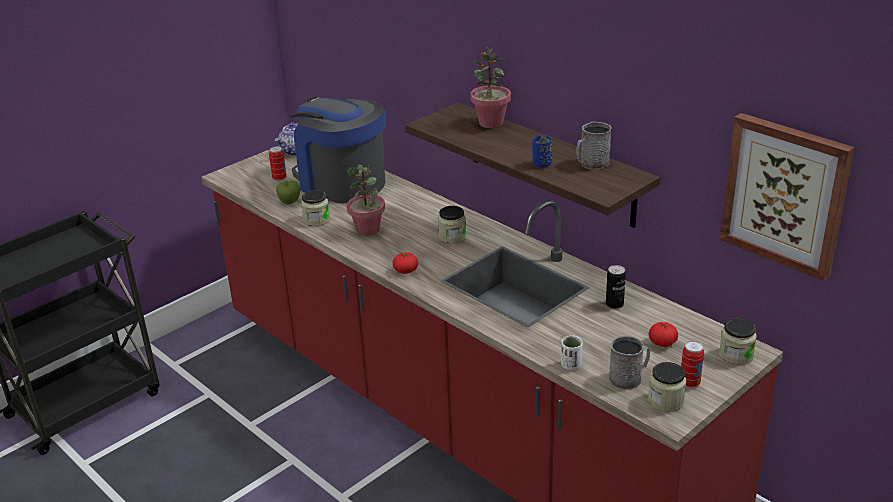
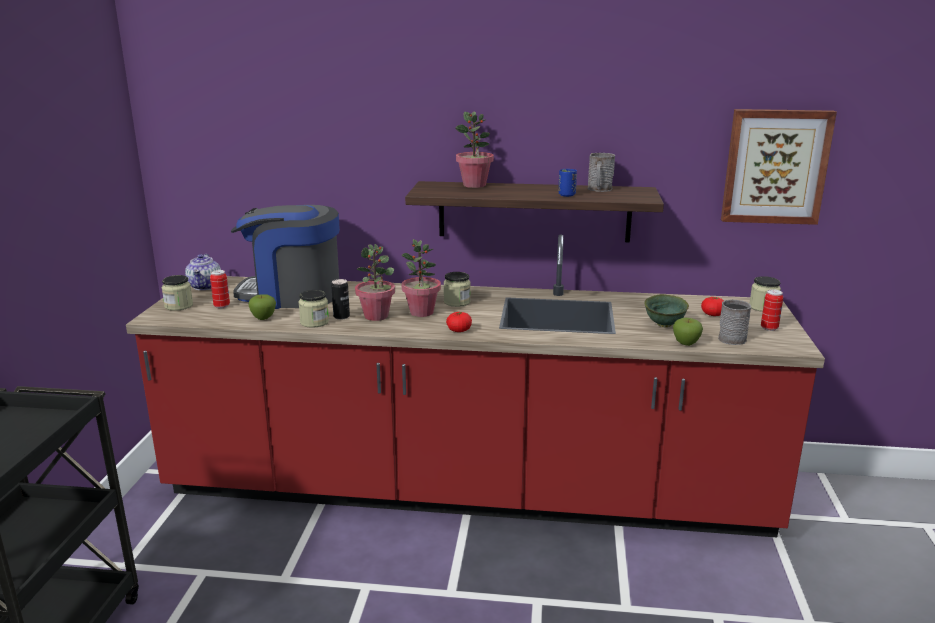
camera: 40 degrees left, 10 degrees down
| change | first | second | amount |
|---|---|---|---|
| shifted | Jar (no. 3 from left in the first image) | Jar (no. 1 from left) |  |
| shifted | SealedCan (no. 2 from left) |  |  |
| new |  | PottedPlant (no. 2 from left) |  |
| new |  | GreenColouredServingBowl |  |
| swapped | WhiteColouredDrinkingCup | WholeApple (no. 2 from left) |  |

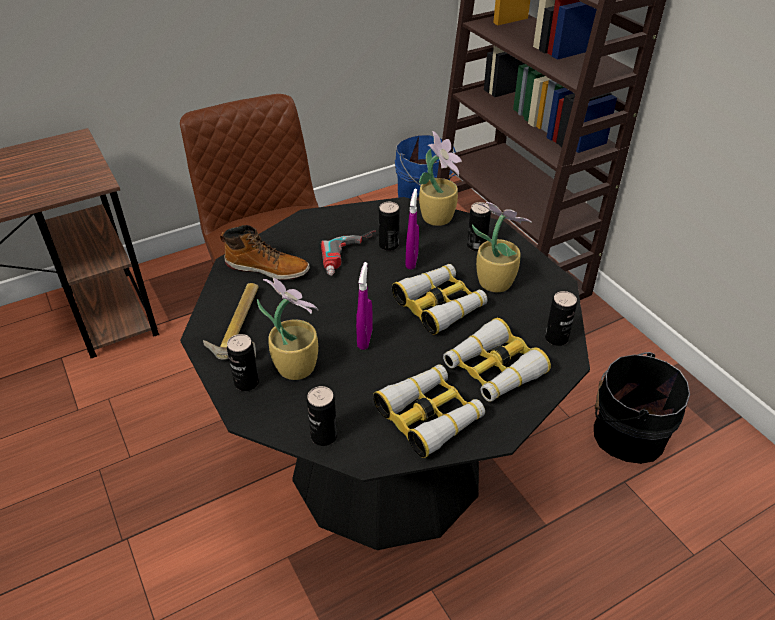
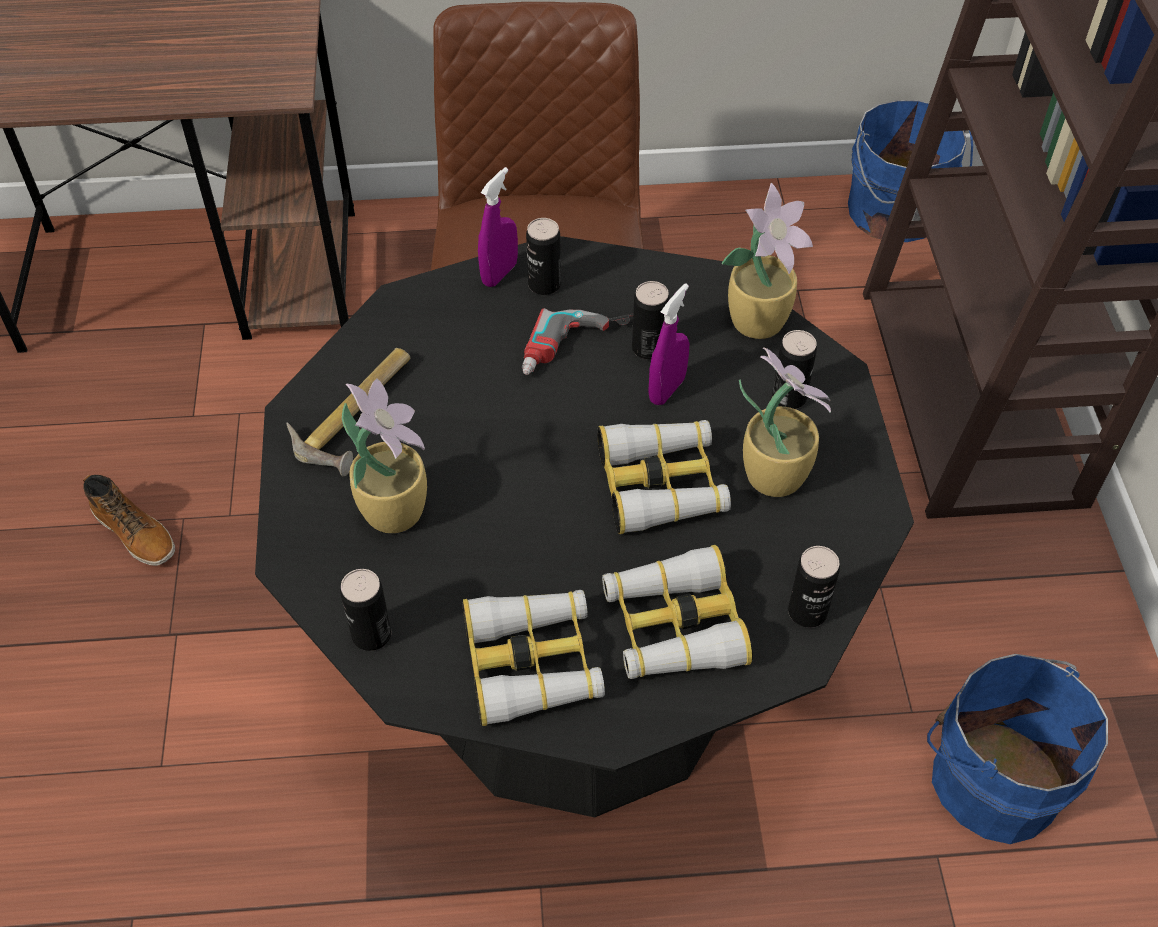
camera: 25 degrees right, 10 degrees up
| change | first | second | amount |
|---|---|---|---|
| shifted | Boot |  |  |
| shifted | PurpleColouredSprayBottle (no. 1 from left) |  |  |
| shifted | SealedCan (no. 1 from left in the first image) | SealedCan (no. 2 from left) |  |
| repainted | BlackishWaterBucket | BlueWaterBucket (no. 2 from left) |  |

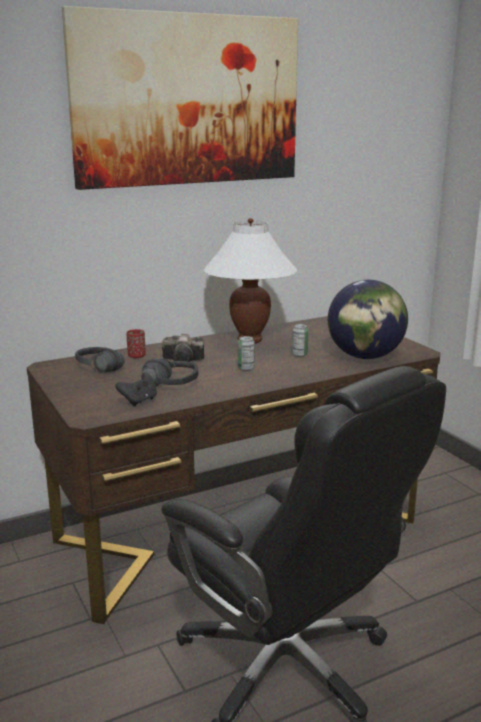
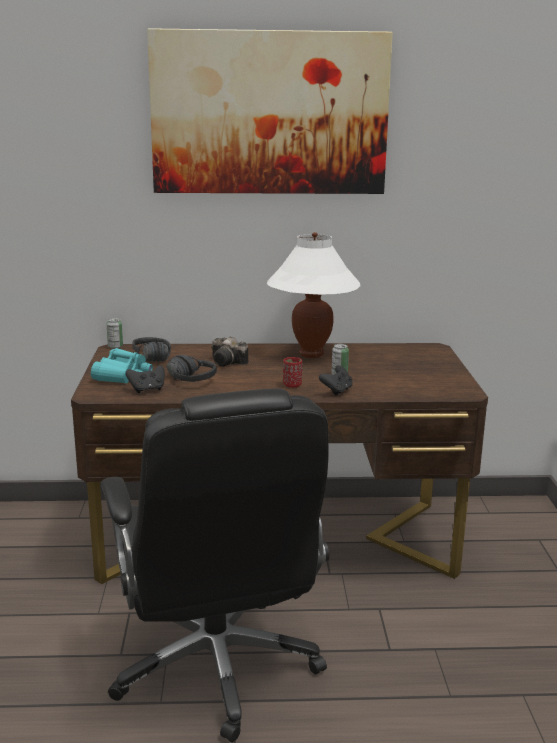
camera: 25 degrees right, 0 degrees up
| change | first | second | amount |
|---|---|---|---|
| new |  | TurquoiseColouredPairOfBinoculars |  |
| shifted | SealedCan (no. 1 from left) |  |  |
| shifted | ReddishDrinkingCup |  |  |
| new |  | BlackishGameController (no. 2 from left) |  |
| gone | WorldGlobe |  |  |

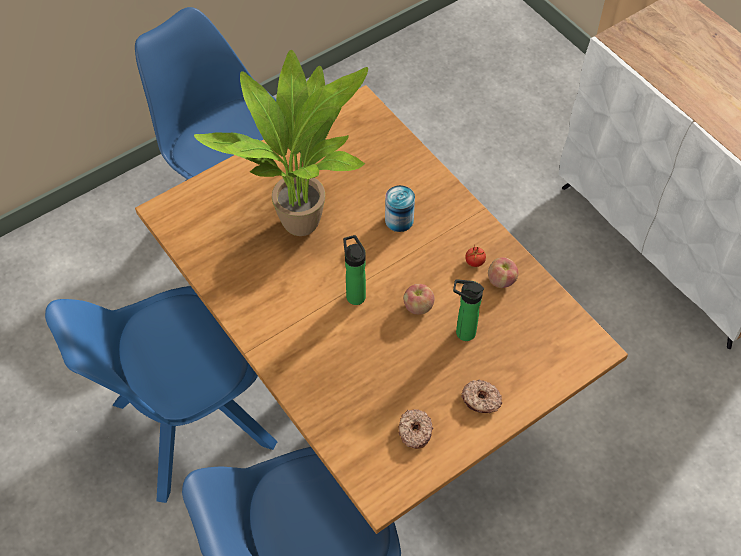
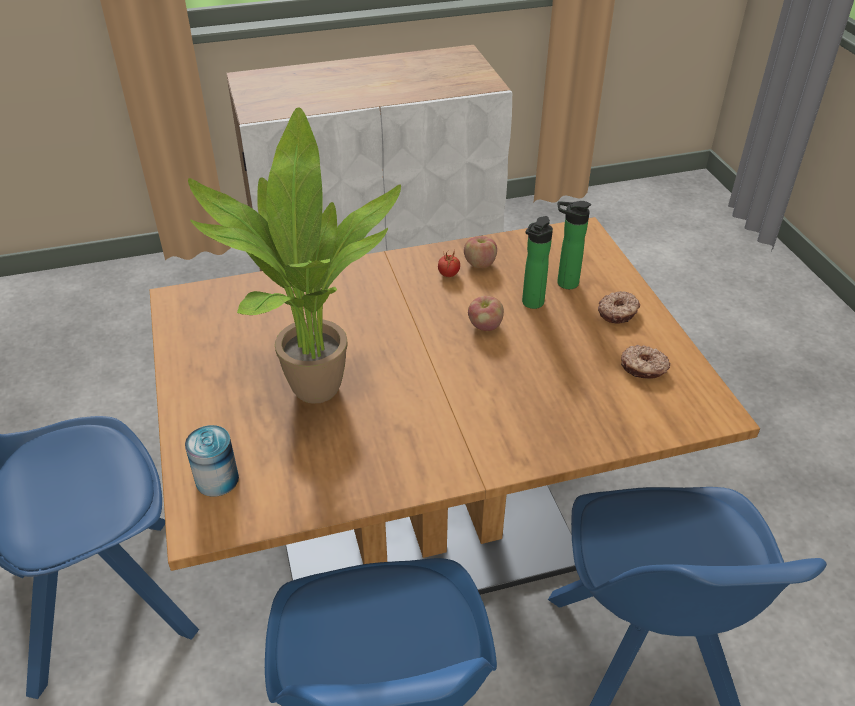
camera: 70 degrees left, 15 degrees down
| change | first | second | amount |
|---|---|---|---|
| shifted | SealedCan |  |  |
| shifted | Bottle (no. 1 from left in the first image) | Bottle (no. 2 from left) |  |

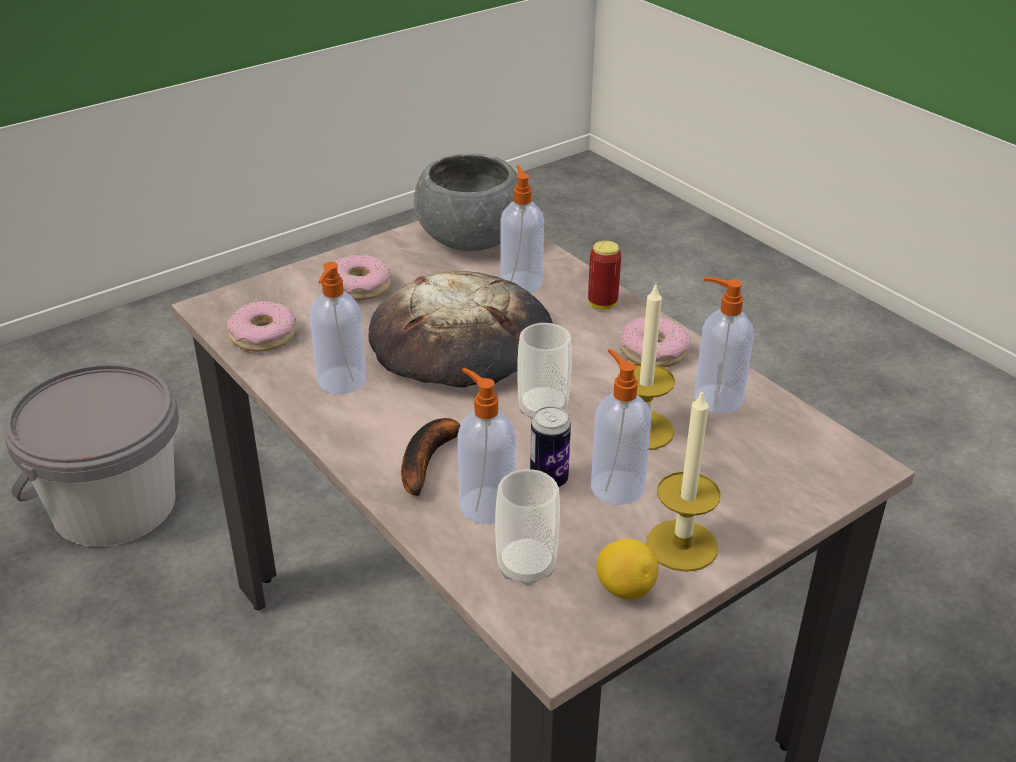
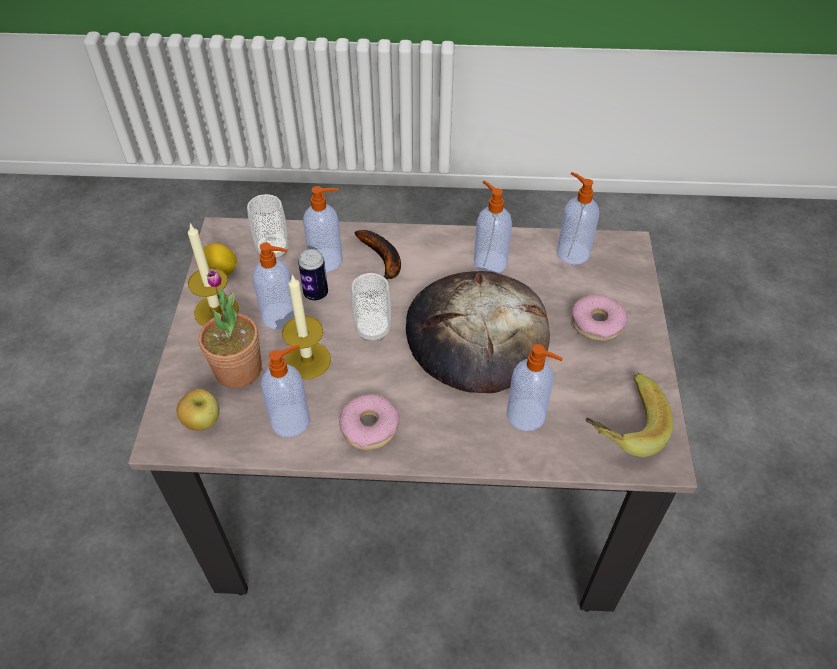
camera: 130 degrees right, 15 degrees up
| change | first | second | amount |
|---|---|---|---|
| new |  | WholeApple |  |
| new |  | PottedPlant |  |
| swapped | RingDoughnut (no. 1 from left) | LiquidSoapBottle (no. 6 from left) |  |
| swapped | GreyServingBowl | WholeBanana (no. 2 from left) |  |
| gone | GreyWaterBucket |  |  |
| gone | SealedCan (no. 2 from left) |  |  |

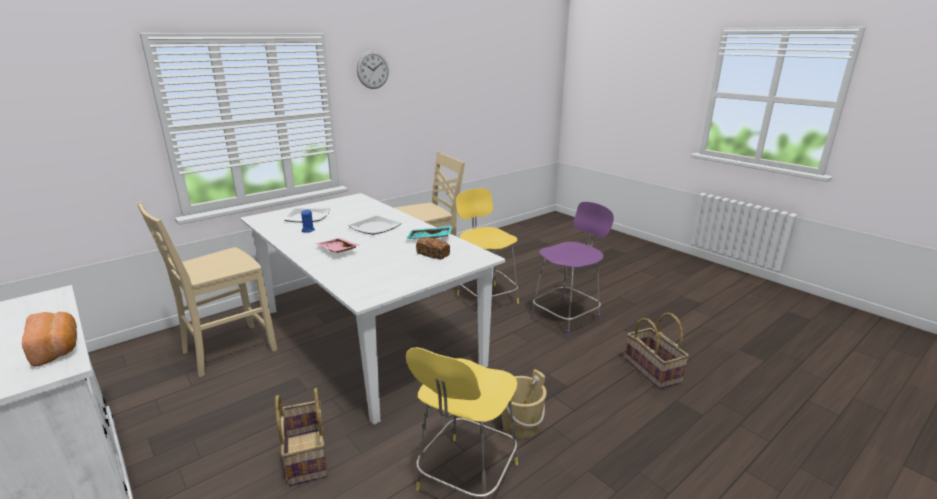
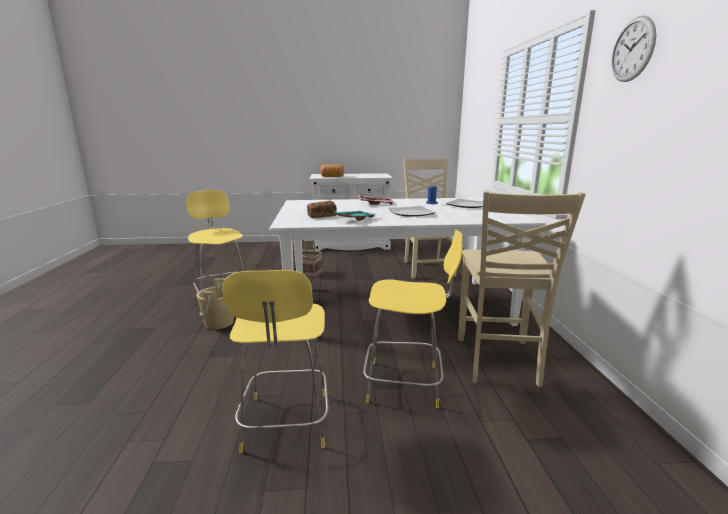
camera: 125 degrees right, 5 degrees down
| change | first | second | amount |
|---|---|---|---|
| repainted | PurpleColouredStool | YellowStool (no. 2 from left) |  |
| gone | HouseholdBasket (no. 2 from left) |  |  |

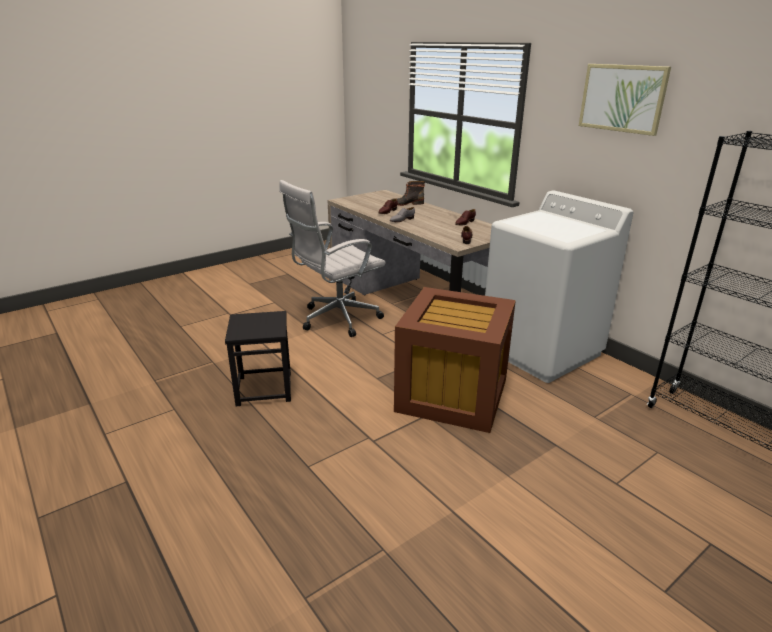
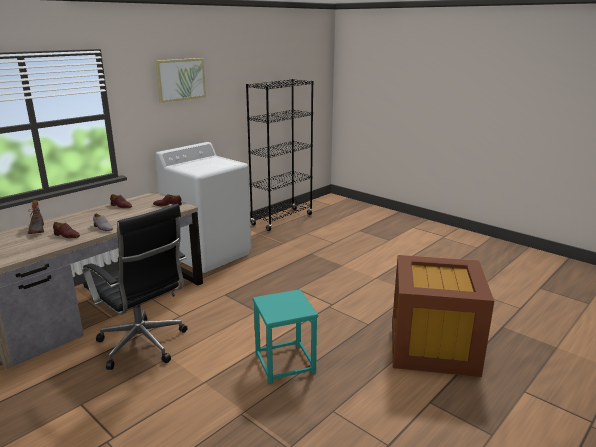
camera: 100 degrees left, 5 degrees down
| change | first | second | amount |
|---|---|---|---|
| repainted | WhiteColouredComputerChair | BlackishComputerChair |  |
| repainted | BlackishStool | TurquoiseColouredStool |  |
| shifted | BrownishStorageBin |  |  |

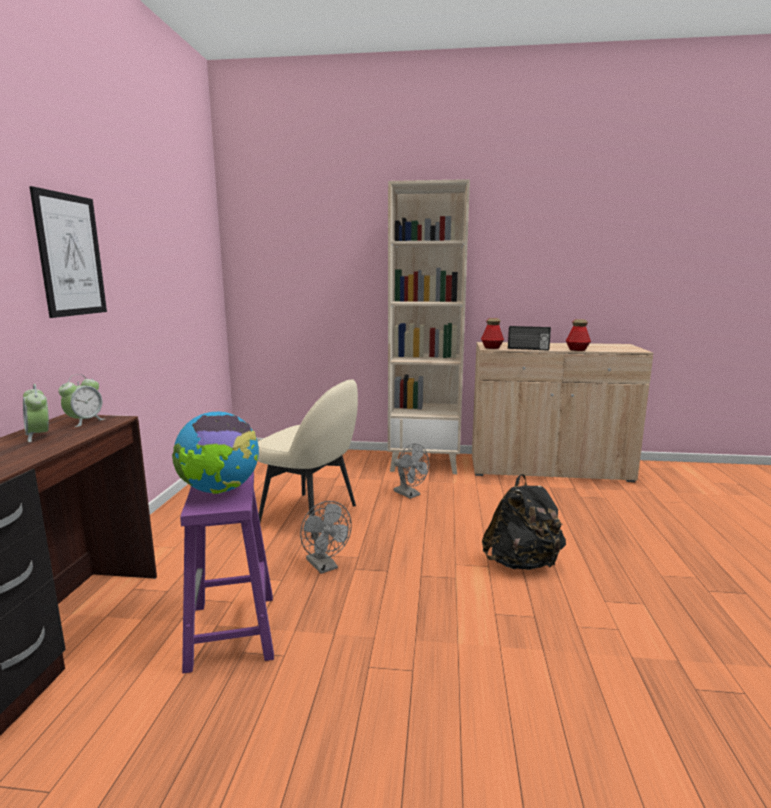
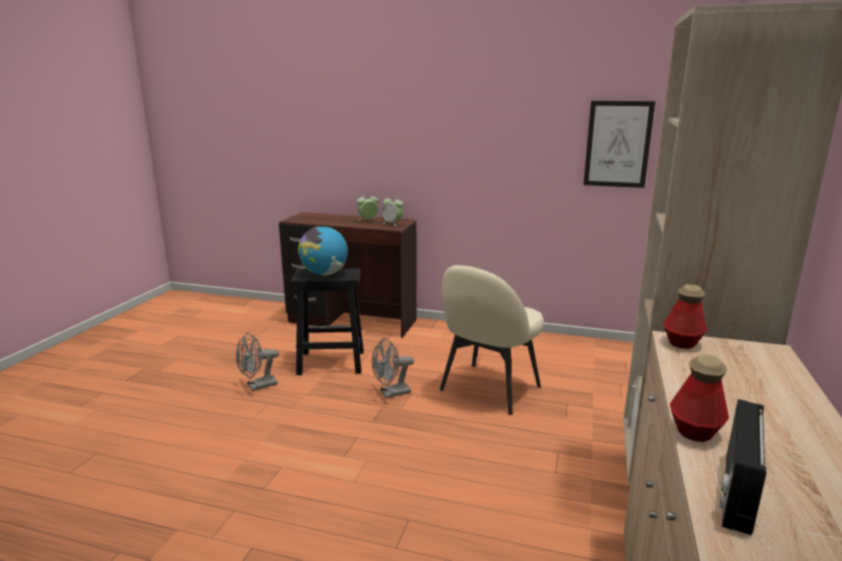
camera: 100 degrees right, 5 degrees up
| change | first | second | amount |
|---|---|---|---|
| shifted | GreyFan (no. 2 from left in the first image) | GreyFan (no. 1 from left) |  |
| repainted | PurpleColouredStool | BlackishStool |  |
| shifted | WallArt |  |  |
| shifted | RadioSet |  |  |
| gone | BlackishKnapsack |  |  |

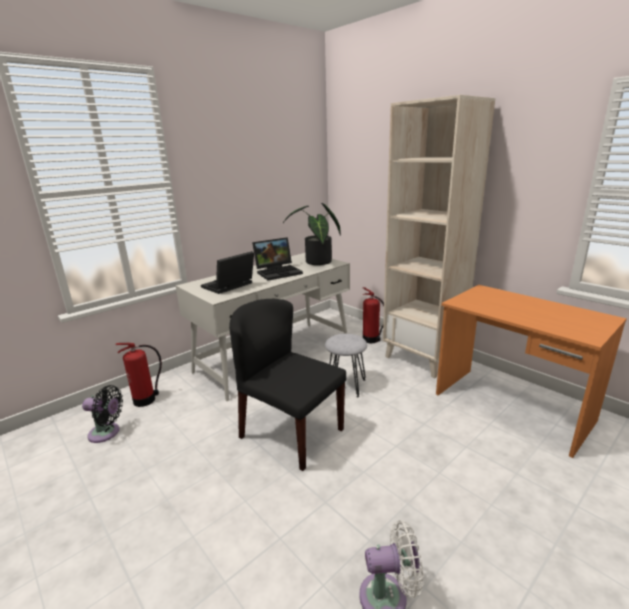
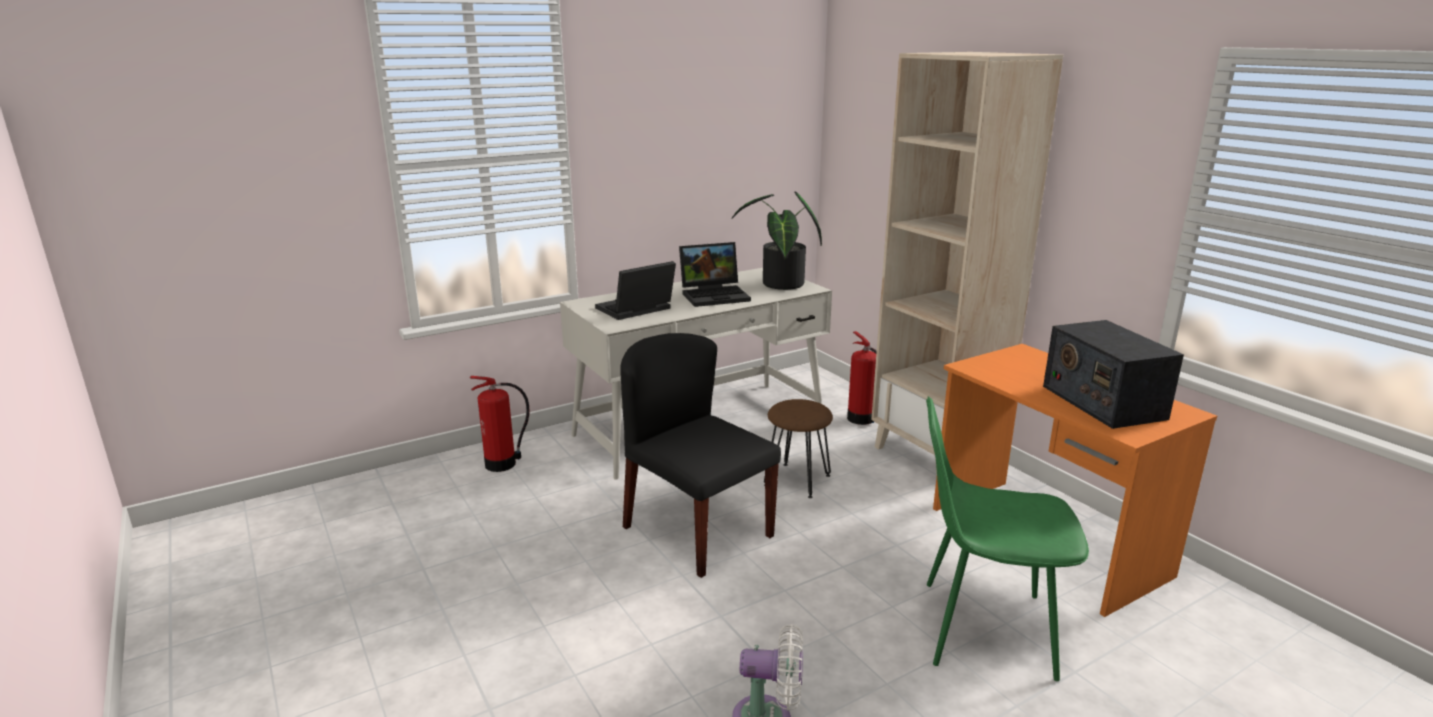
camera: 10 degrees right, 0 degrees up
| change | first | second | amount |
|---|---|---|---|
| repainted | GreyStool | BrownishStool |  |
| new |  | GreenColouredChair |  |
| new |  | RadioSet |  |
| gone | BlackishFan |  |  |

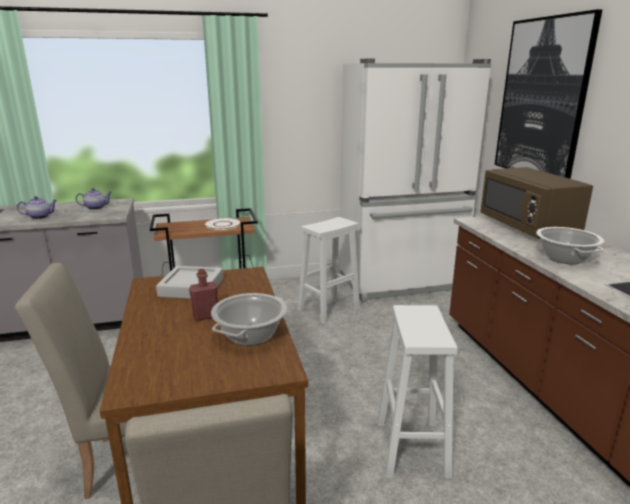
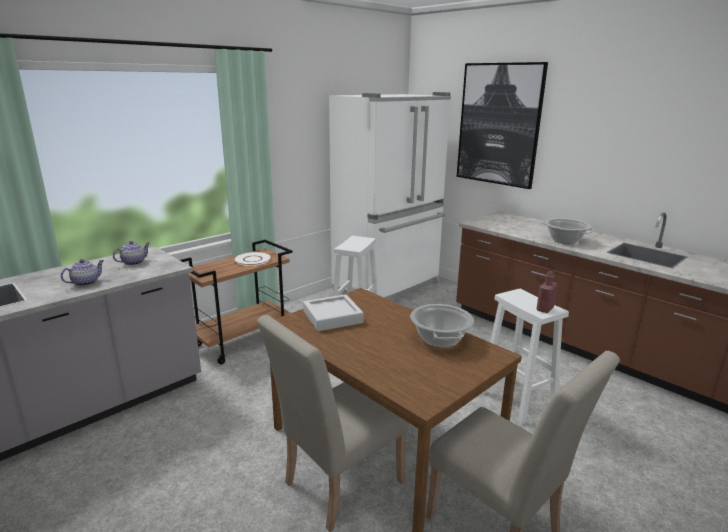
camera: 30 degrees left, 0 degrees up
| change | first | second | amount |
|---|---|---|---|
| shifted | ReddishBottle |  |  |
| gone | BrownishMicrowave |  |  |

